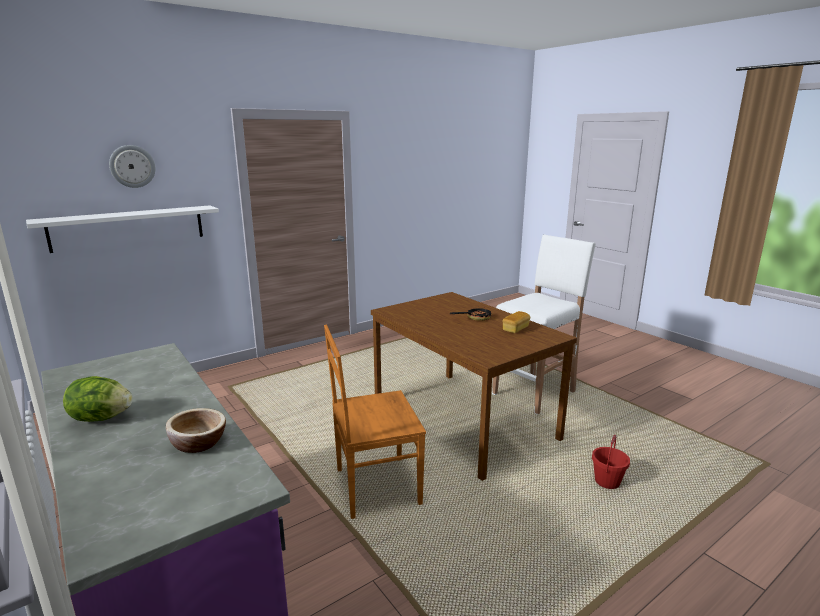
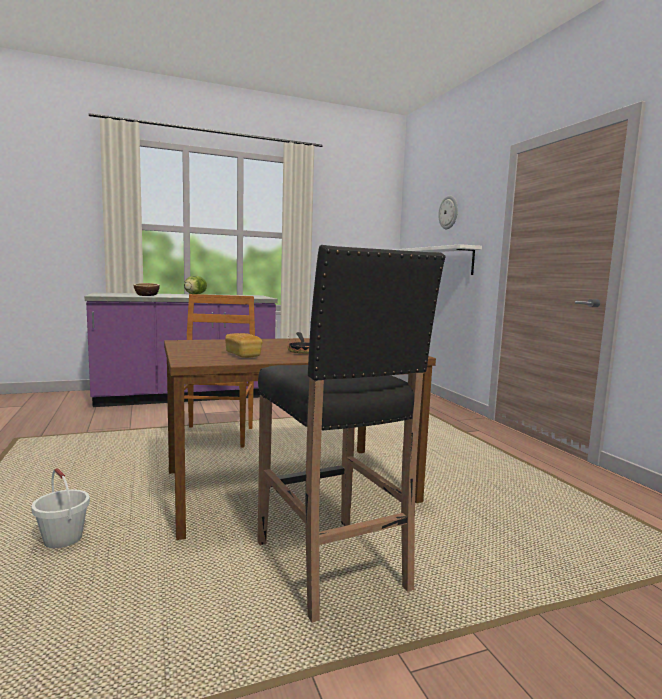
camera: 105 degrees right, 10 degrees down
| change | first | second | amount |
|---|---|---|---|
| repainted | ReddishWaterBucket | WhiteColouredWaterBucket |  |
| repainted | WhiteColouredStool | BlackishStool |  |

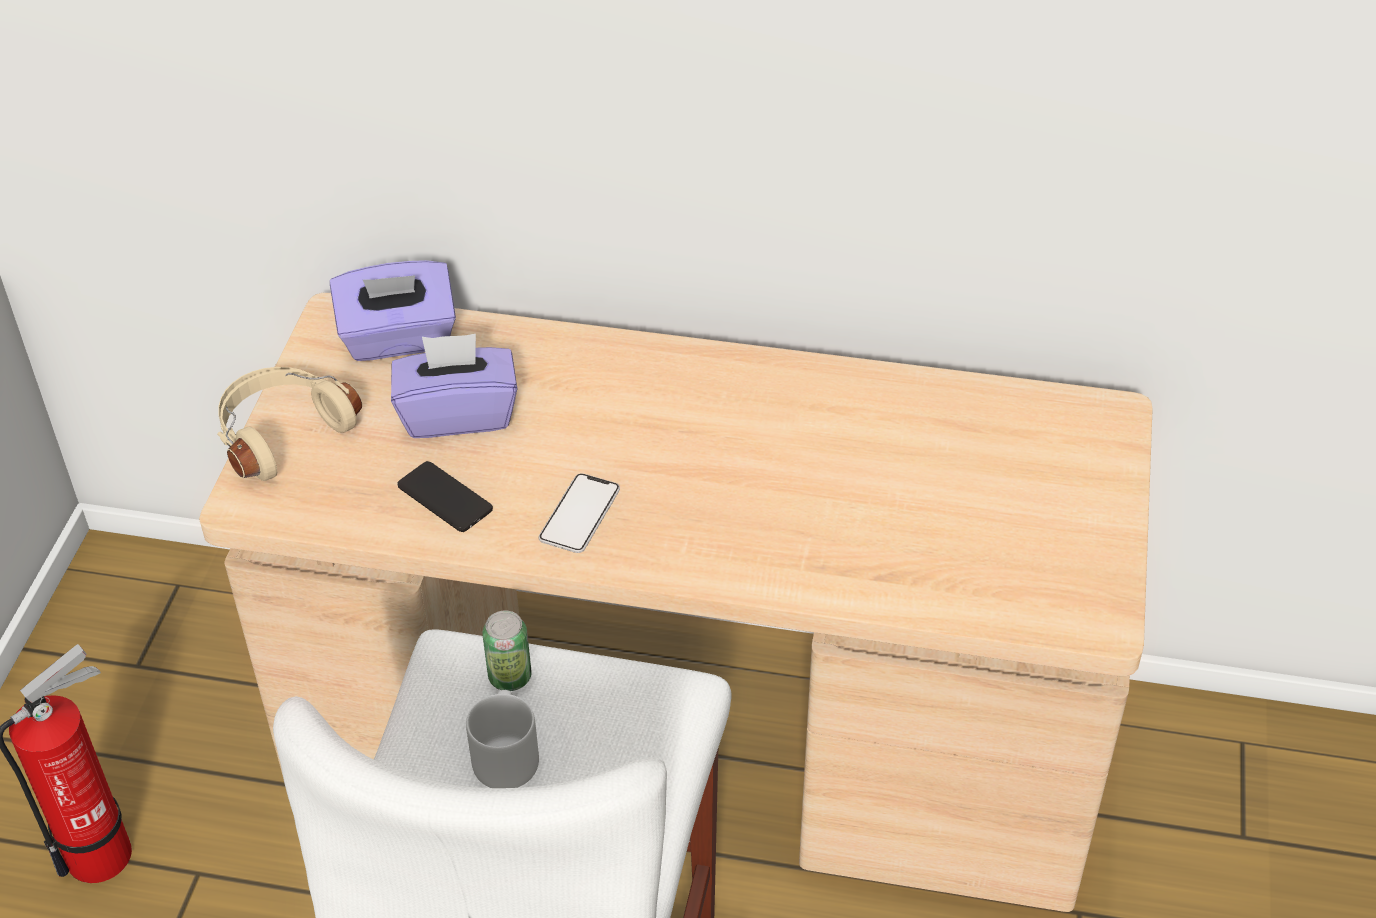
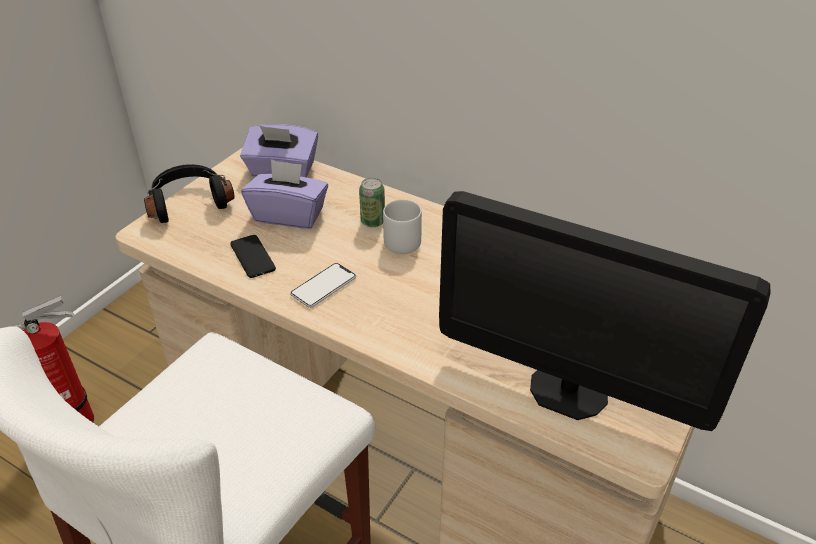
camera: 20 degrees right, 5 degrees down
| change | first | second | amount |
|---|---|---|---|
| repainted | SandColouredHeadset | BlackishHeadset |  |
| shifted | SealedCan |  |  |
| shifted | GreyTeaMug |  |  |
| new |  | Monitor |  |

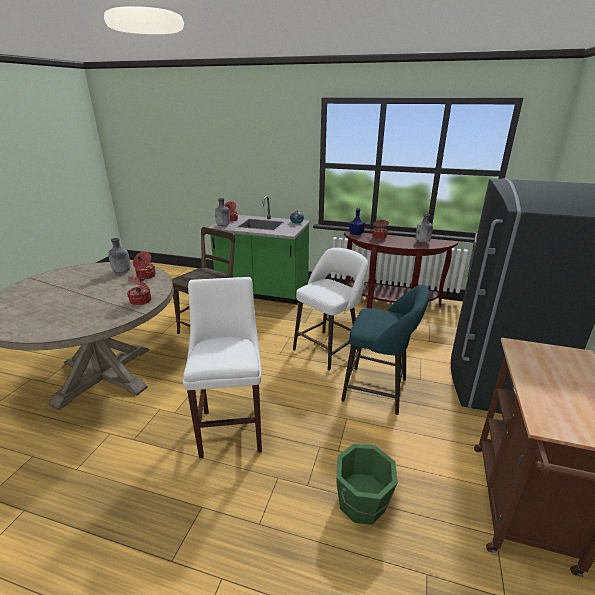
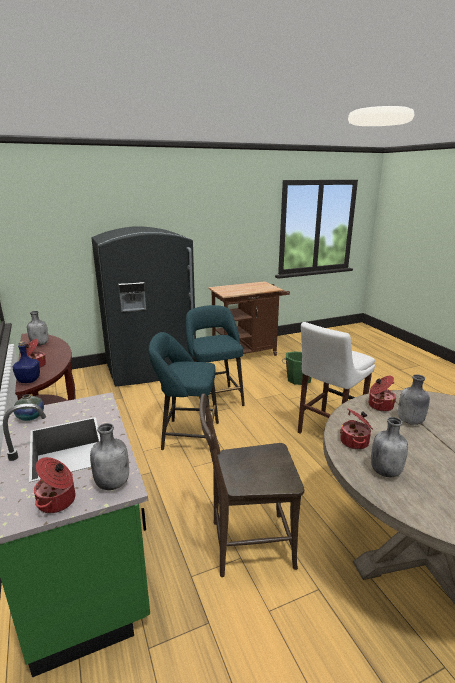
camera: 130 degrees left, 5 degrees down
| change | first | second | amount |
|---|---|---|---|
| repainted | WhiteColouredStool (no. 2 from left) | TurquoiseColouredStool (no. 1 from left) |  |
| new |  | GreyBottle (no. 4 from left) |  |

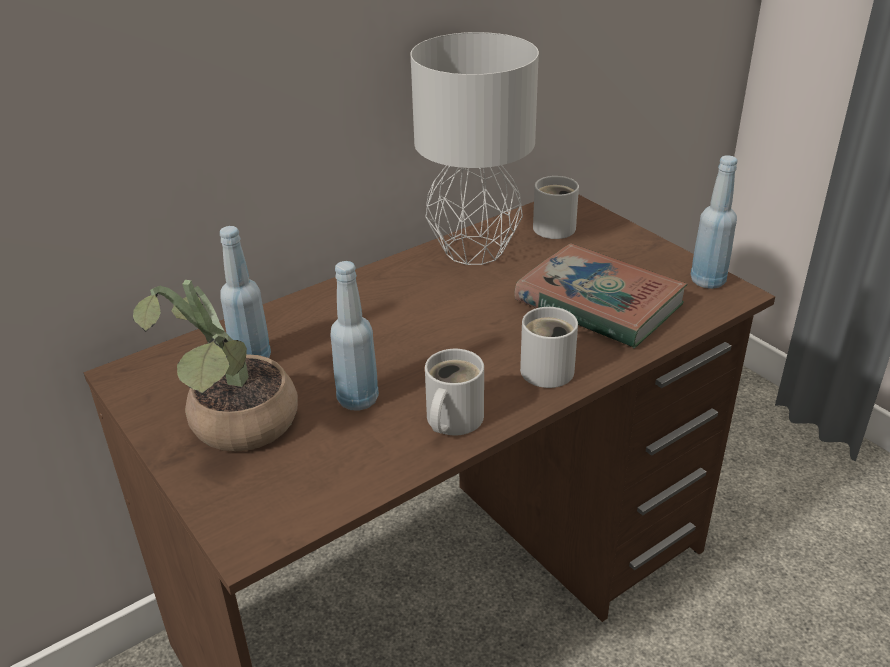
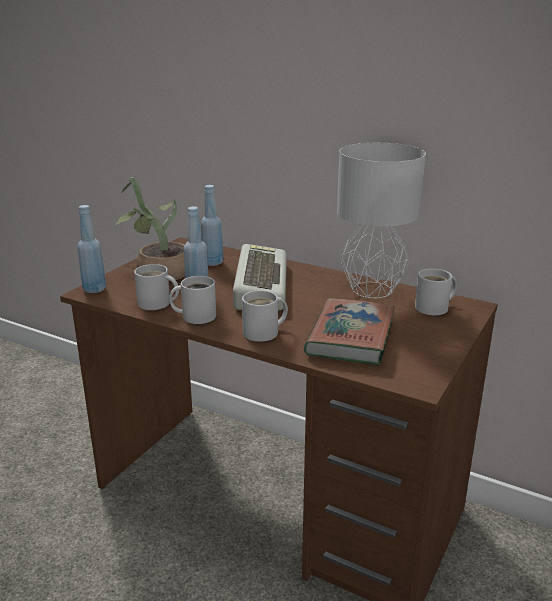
camera: 65 degrees right, 10 degrees down
| change | first | second | amount |
|---|---|---|---|
| shifted | BlueBottle (no. 3 from left in the first image) | BlueBottle (no. 1 from left) |  |
| new |  | WhiteColouredTeaMug (no. 1 from left) |  |
| new |  | PcKeyboard |  |

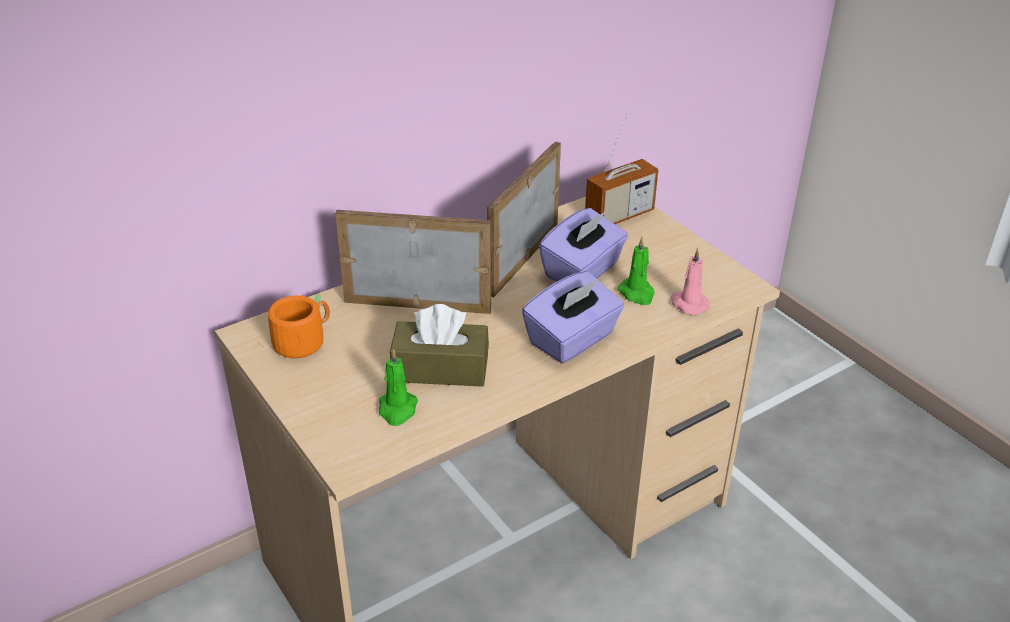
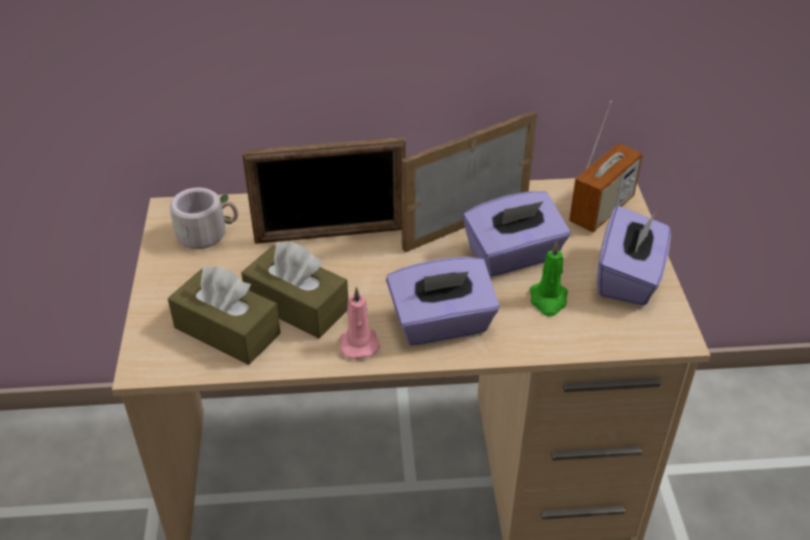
camera: 30 degrees right, 5 degrees up
| change | first | second | amount |
|---|---|---|---|
| swapped | GreenColouredCandle (no. 1 from left) | BrownishBoxOfTissues (no. 1 from left) |  |
| repainted | OrangeColouredTeaMug | GreyTeaMug |  |
| rotated | StandingFrame (no. 1 from left) |  | 135 degrees clockwise |
| shifted | PinkColouredCandle |  |  |
| rotated | RadioSet |  | 45 degrees counterclockwise |
| new |  | PurpleColouredBoxOfTissues (no. 3 from left) |  |

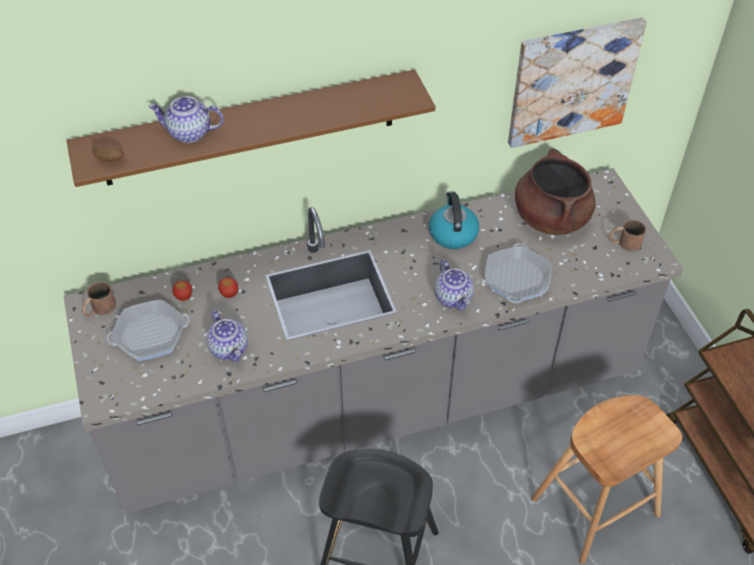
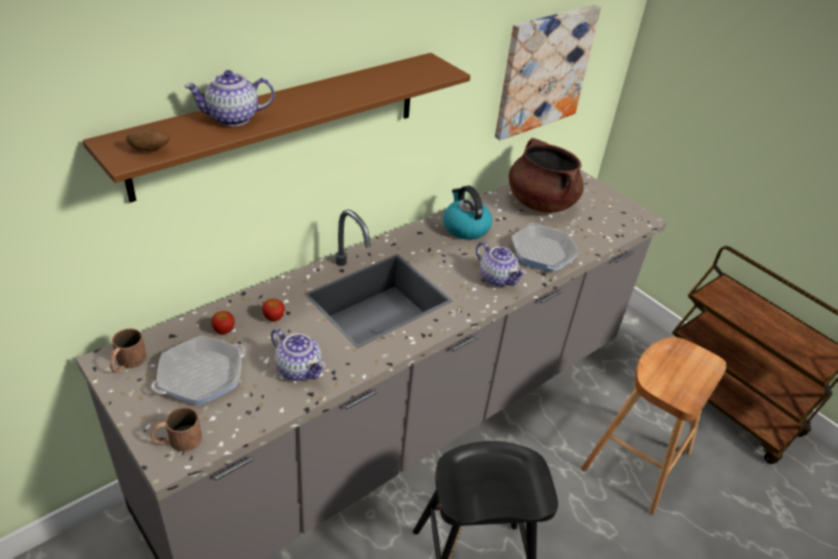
camera: 25 degrees left, 10 degrees down
| change | first | second | amount |
|---|---|---|---|
| shifted | BrownishTeaMug (no. 2 from left) |  |  |

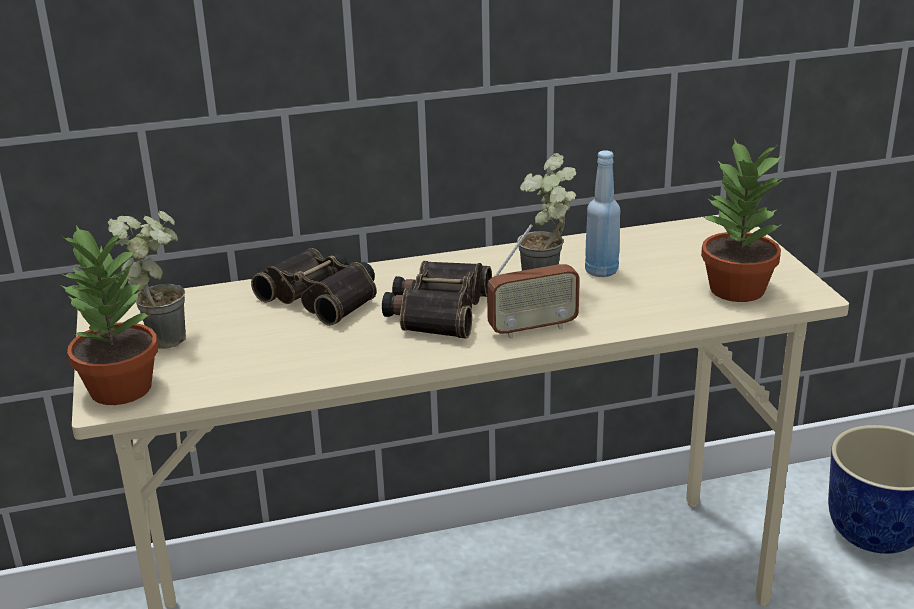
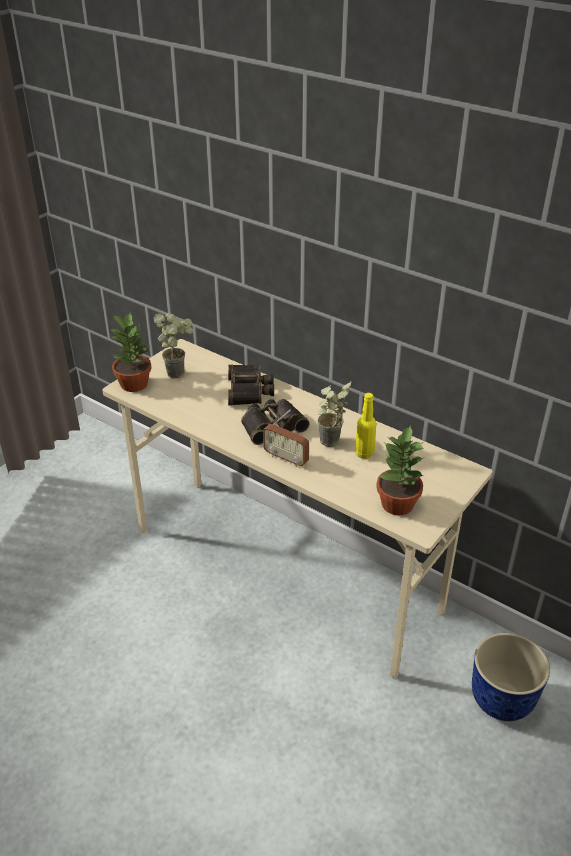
camera: 50 degrees right, 10 degrees up
| change | first | second | amount |
|---|---|---|---|
| repainted | BlueBottle | YellowBottle |  |

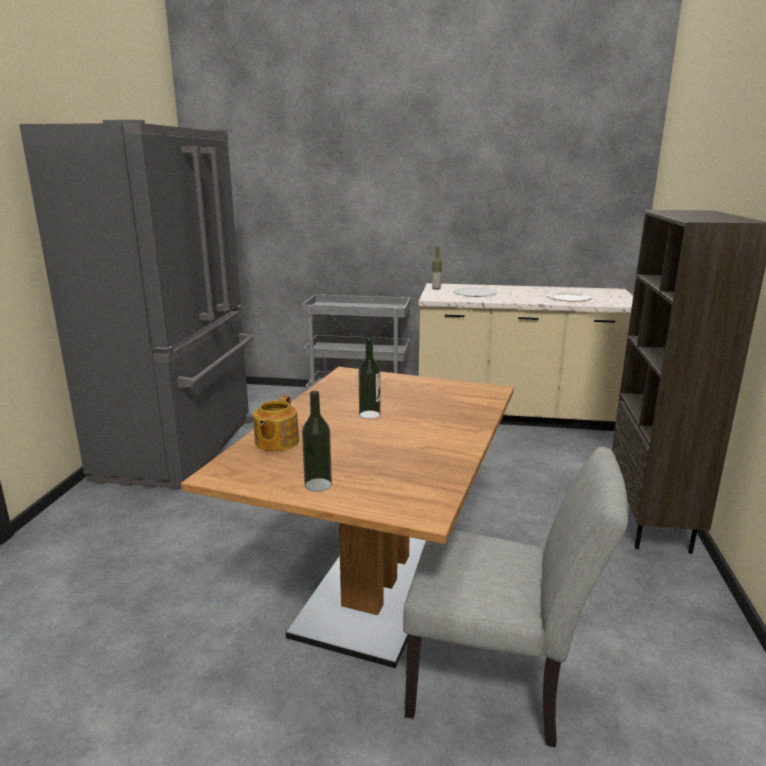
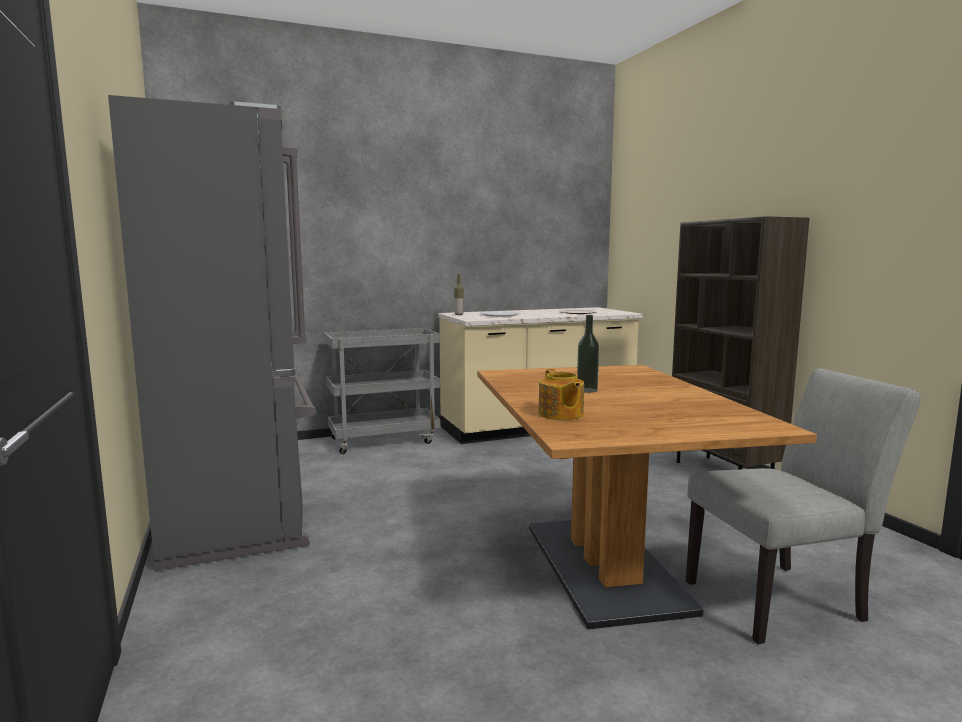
camera: 30 degrees left, 10 degrees down
| change | first | second | amount |
|---|---|---|---|
| gone | Bottle (no. 1 from left) |  |  |

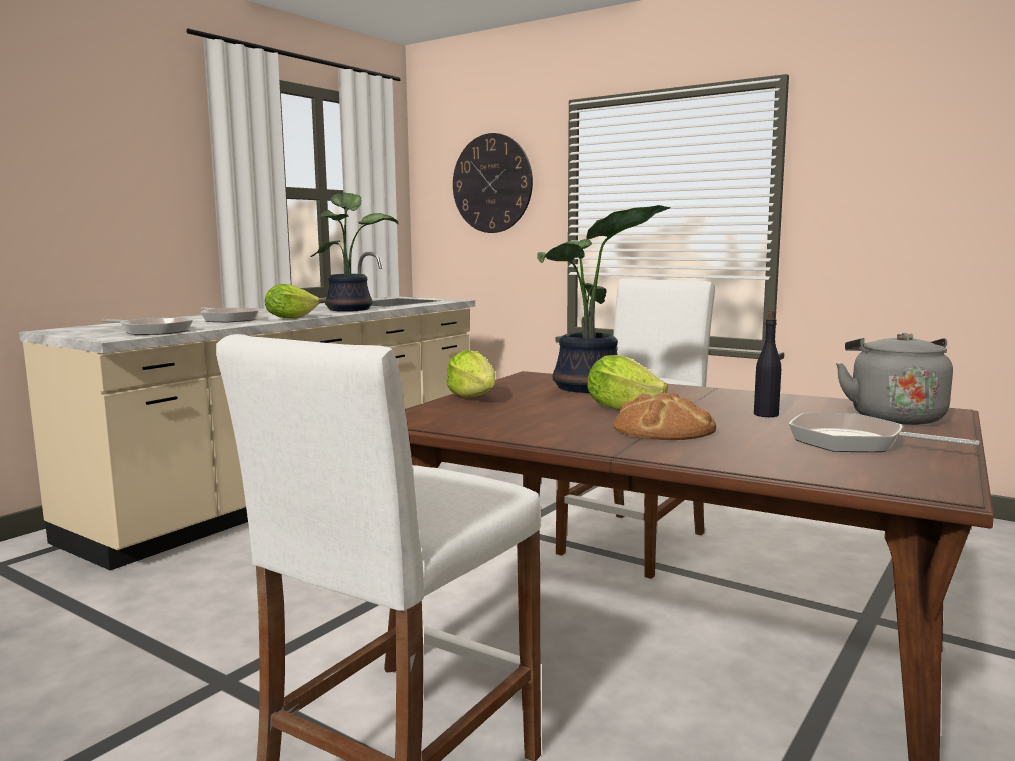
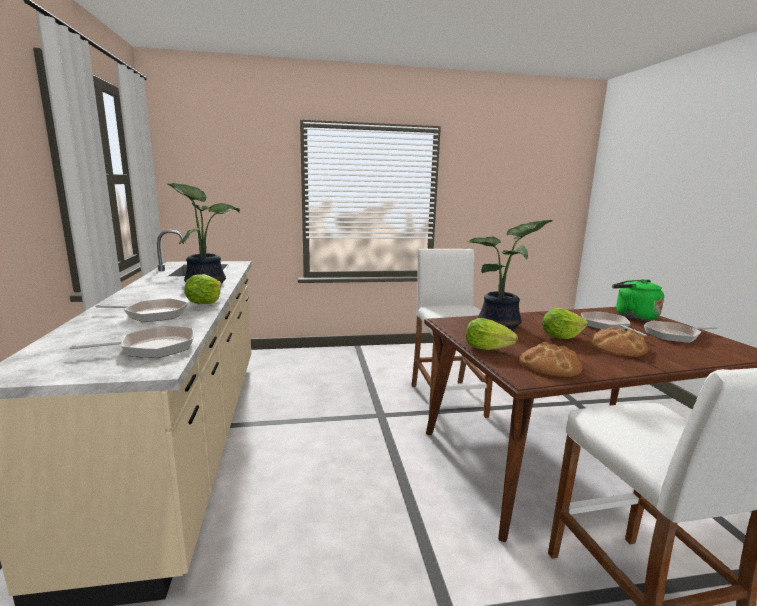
camera: 45 degrees left, 5 degrees up
| change | first | second | amount |
|---|---|---|---|
| new |  | BakedBread (no. 1 from left) |  |
| swapped | BlackishBottle | FryingPan (no. 3 from left) |  |
| repainted | GreyTeaKettle | GreenColouredTeaKettle |  |
| gone | WallClock |  |  |

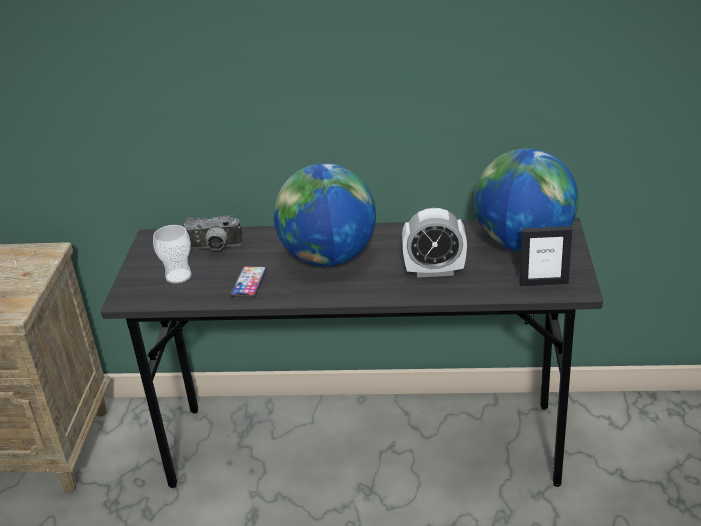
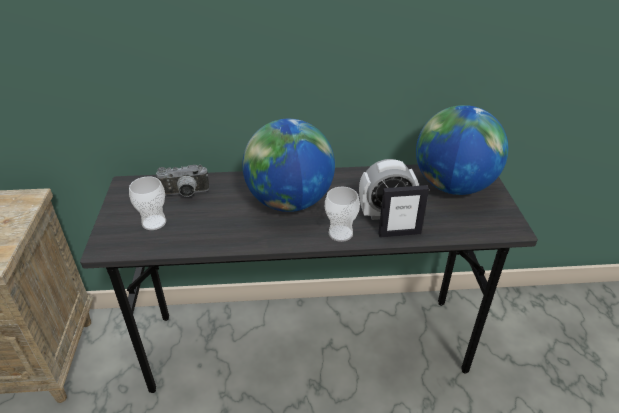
camera: 10 degrees left, 5 degrees up
| change | first | second | amount |
|---|---|---|---|
| new |  | DrinkingCup (no. 2 from left) |  |
| shifted | StandingFrame |  |  |
| gone | Telephone |  |  |

